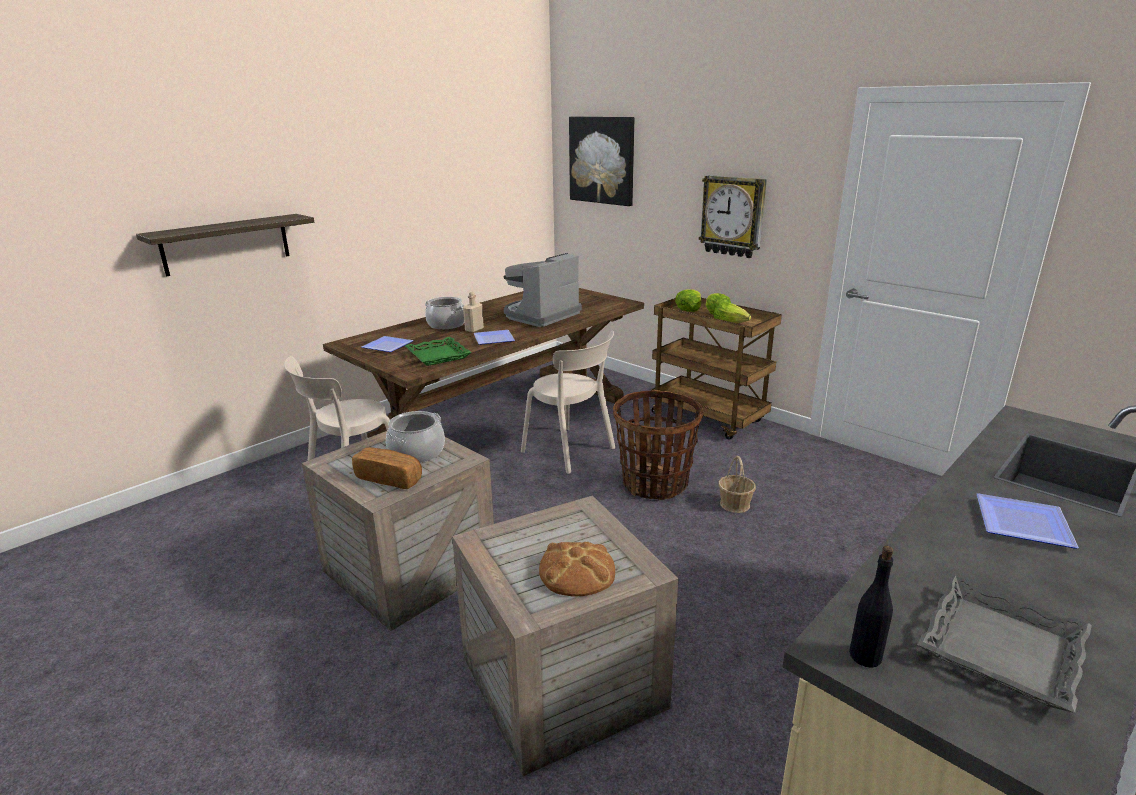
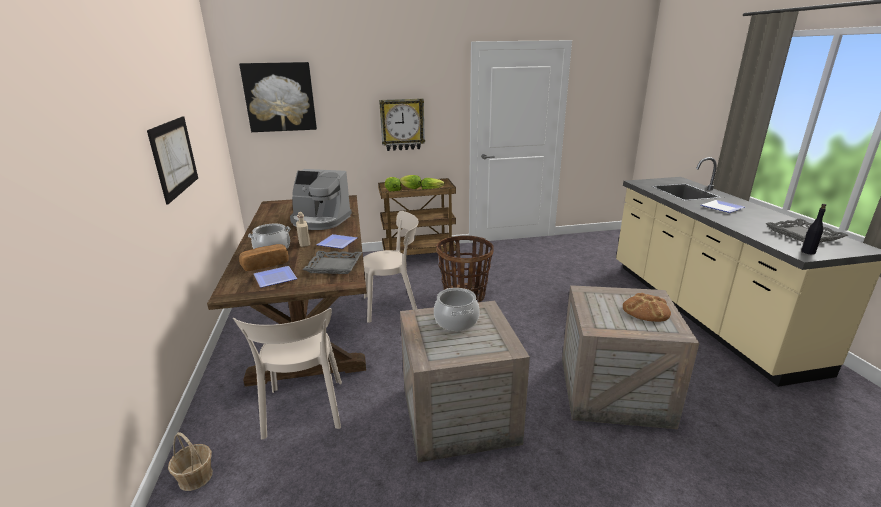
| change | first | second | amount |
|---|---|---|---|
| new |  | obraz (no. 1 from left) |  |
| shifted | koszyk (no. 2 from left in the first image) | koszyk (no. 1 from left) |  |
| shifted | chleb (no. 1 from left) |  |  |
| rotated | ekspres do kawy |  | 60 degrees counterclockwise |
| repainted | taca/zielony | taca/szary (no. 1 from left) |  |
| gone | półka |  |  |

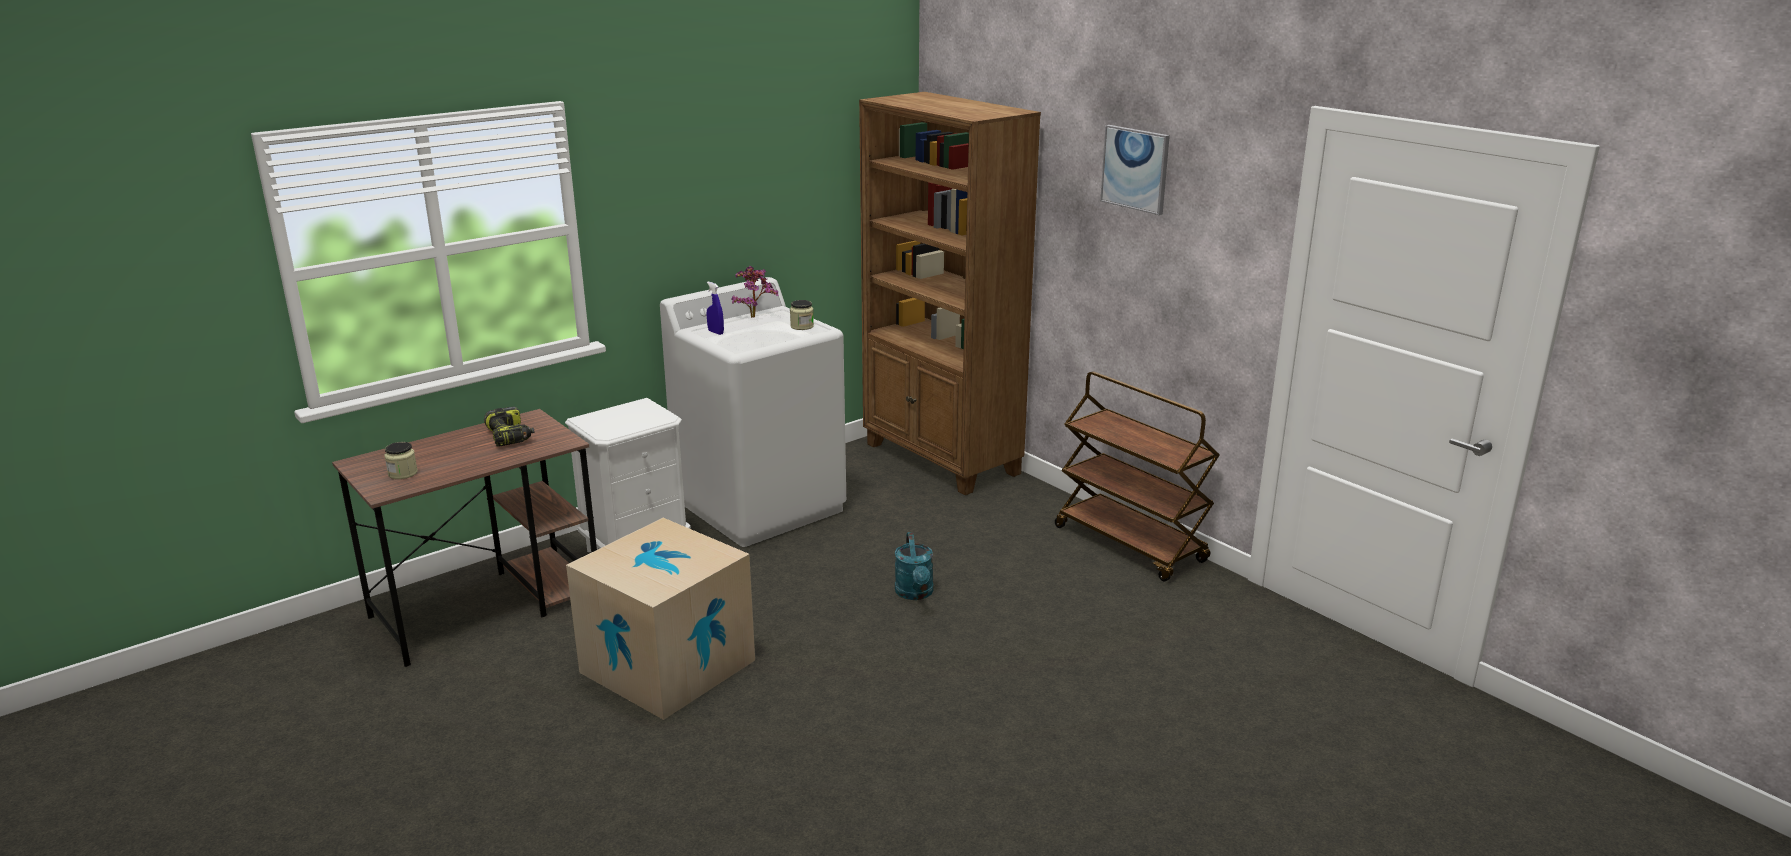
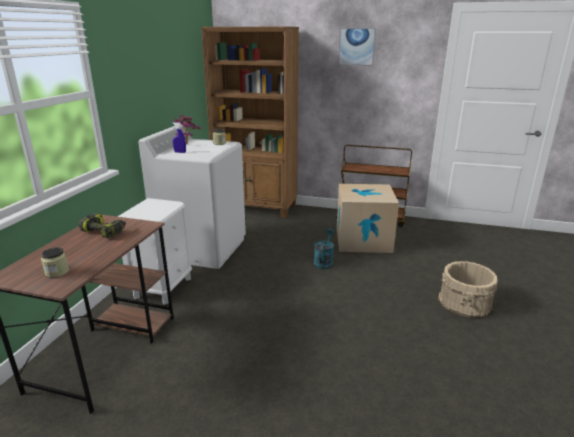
| change | first | second | amount |
|---|---|---|---|
| rotated | konewka/turkusowy |  | 120 degrees counterclockwise |
| shifted | karton |  |  |
| new |  | wiadro/beżowy |  |

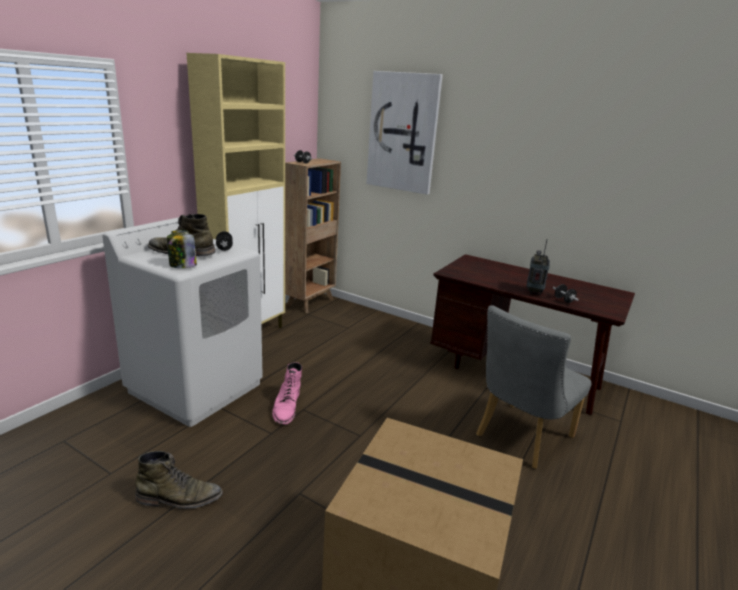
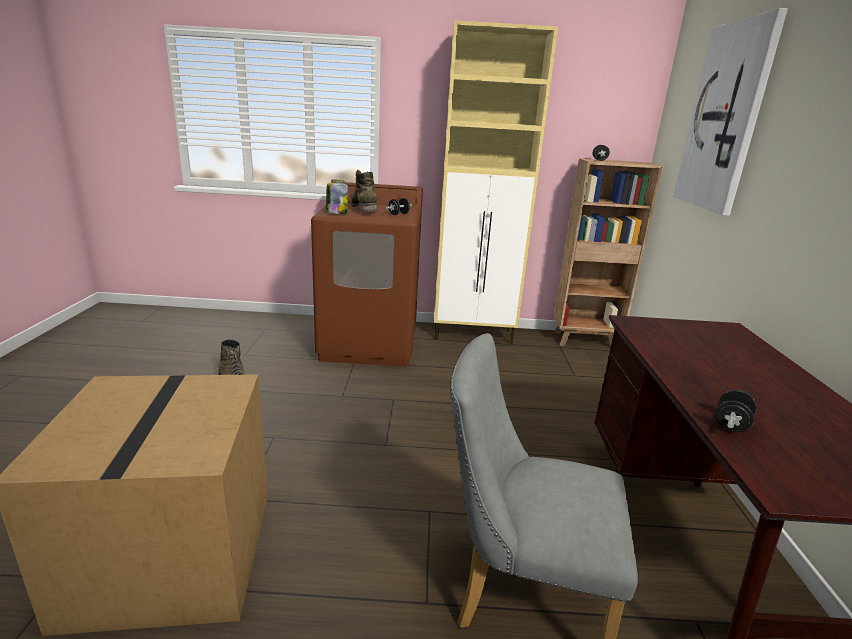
| change | first | second | amount |
|---|---|---|---|
| repainted | pralka/biały | pralka/brązowy |  |
| gone | but z cholewką/różowy |  |  |
| gone | radio |  |  |

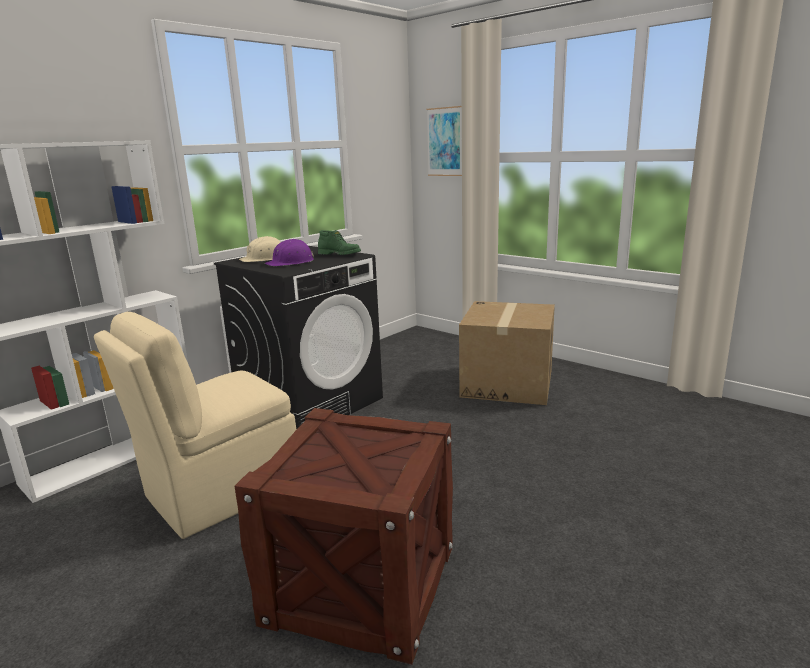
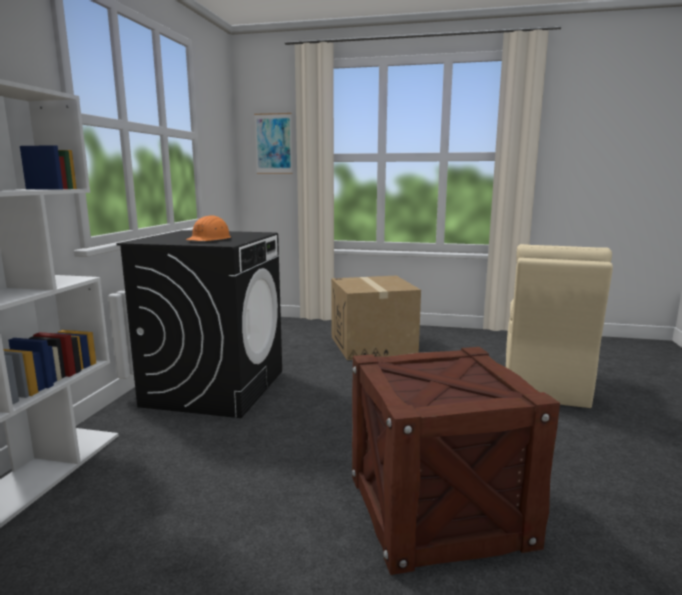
| change | first | second | amount |
|---|---|---|---|
| repainted | kask/fioletowy | kask/pomarańczowy |  |
| shifted | krzesło/beżowy |  |  |
| gone | kask/beżowy |  |  |
| gone | but z cholewką/zielony |  |  |

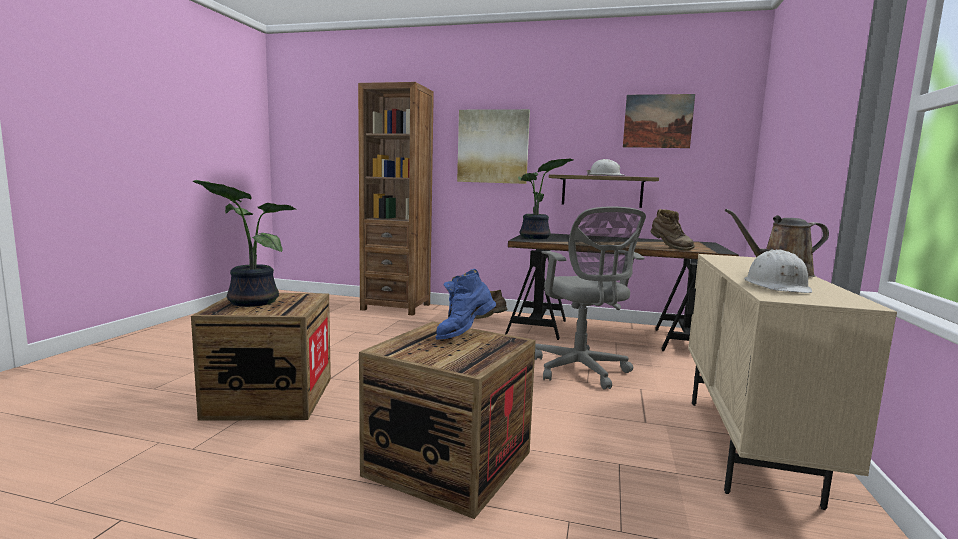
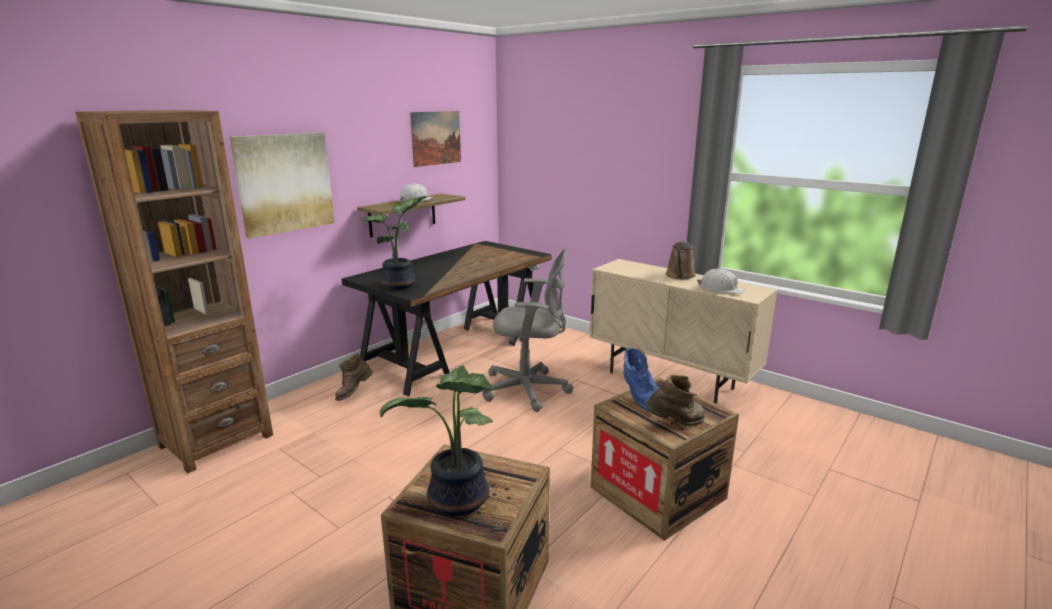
| change | first | second | amount |
|---|---|---|---|
| shifted | but z cholewką/brązowy (no. 2 from left) |  |  |

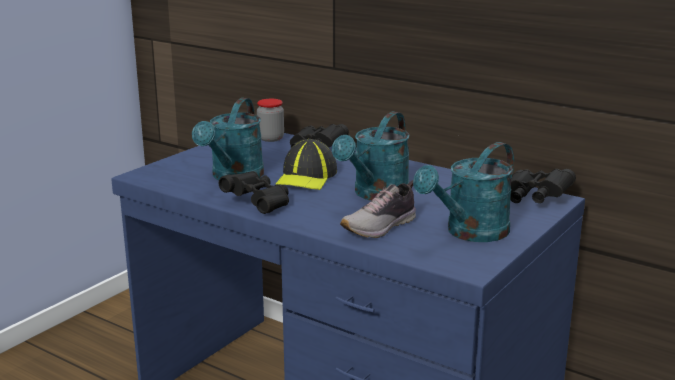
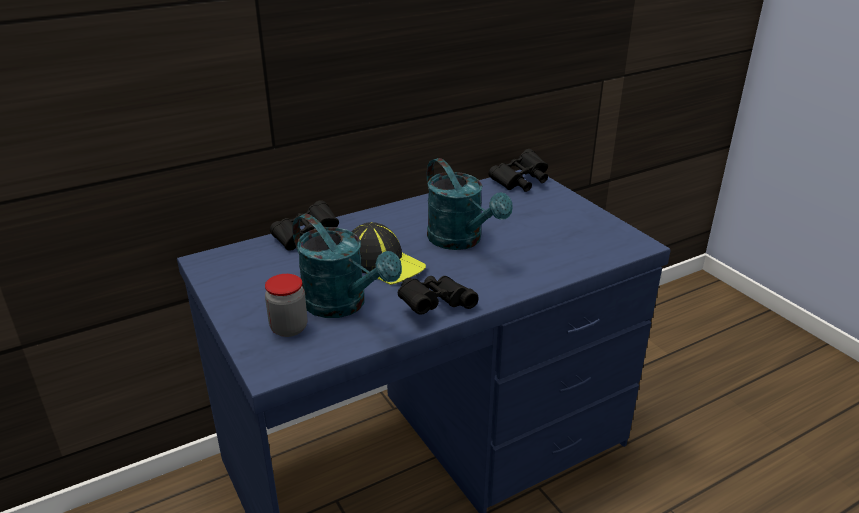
| change | first | second | amount |
|---|---|---|---|
| shifted | słoik |  |  |
| gone | but |  |  |
| gone | konewka/turkusowy (no. 3 from left) |  |  |

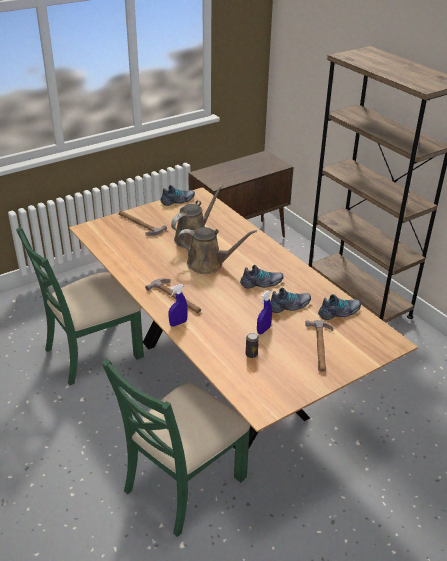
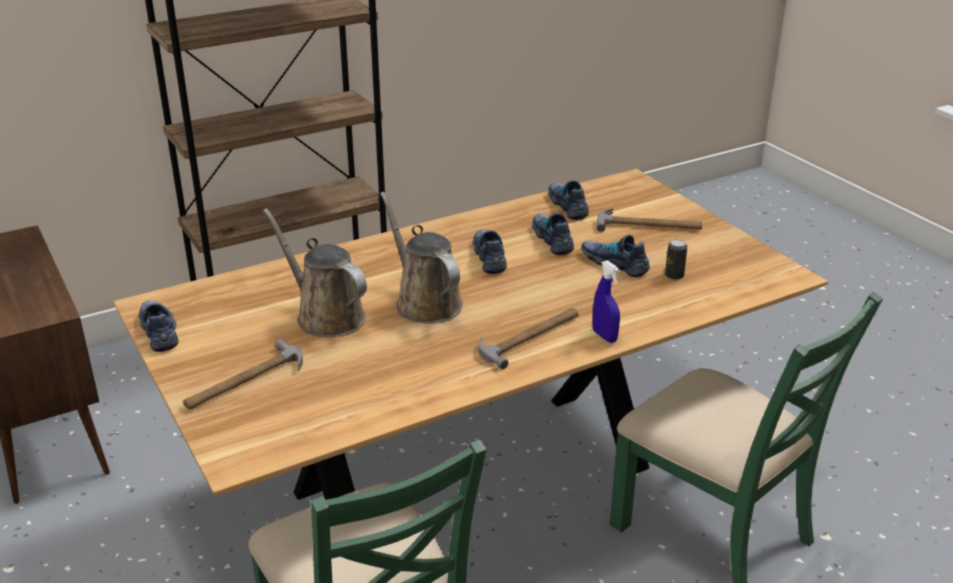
| change | first | second | amount |
|---|---|---|---|
| rotated | konewka/brązowy (no. 2 from left) |  | 45 degrees counterclockwise |
| swapped | spryskiwacz/niebieski (no. 2 from left) | but (no. 5 from left) |  |

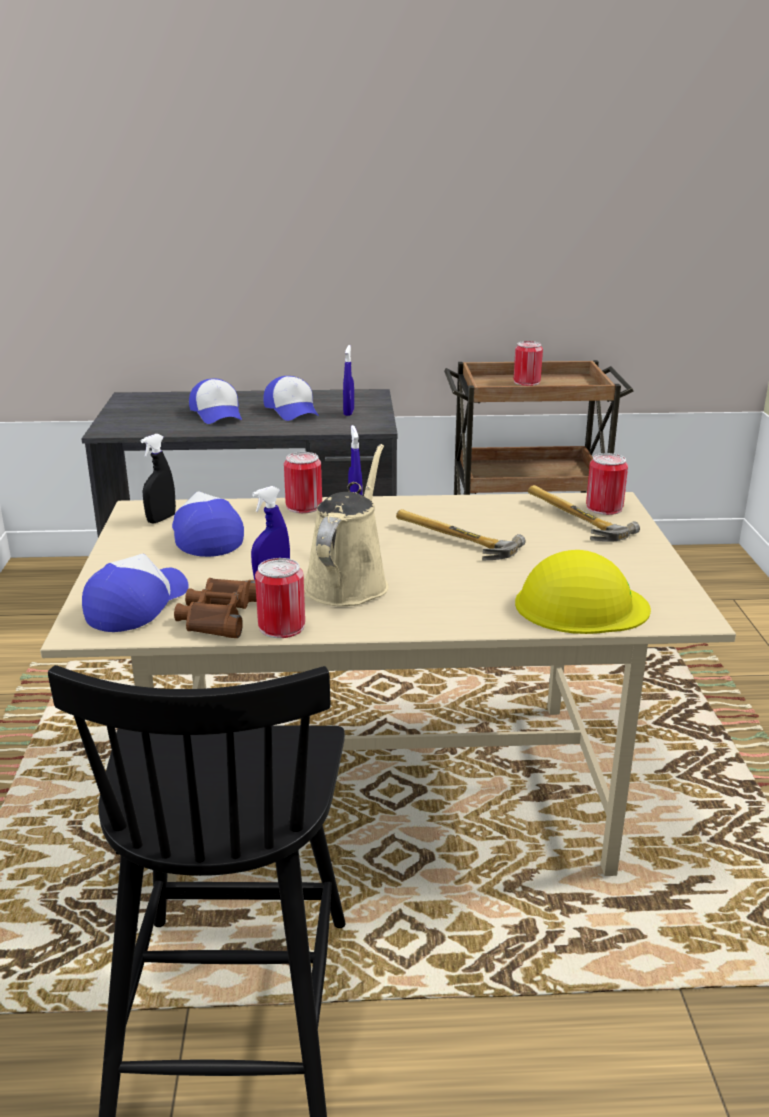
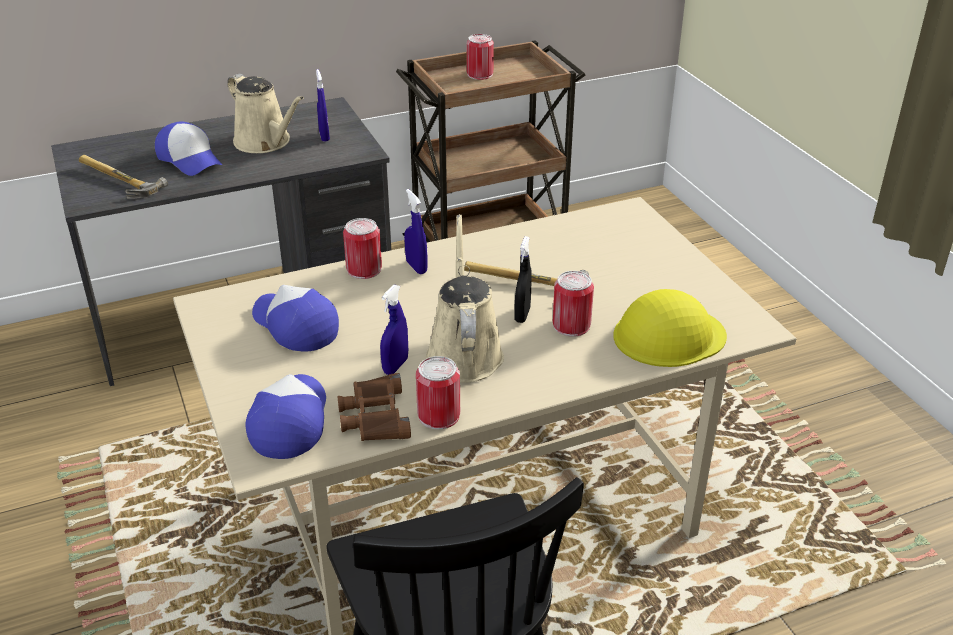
| change | first | second | amount |
|---|---|---|---|
| shifted | młotek (no. 2 from left in the first image) | młotek (no. 1 from left) |  |
| swapped | czapka z daszkiem (no. 4 from left) | konewka/beżowy (no. 1 from left) |  |
| shifted | spryskiwacz/czarny |  |  |
| shifted | puszka (no. 4 from left) |  |  |

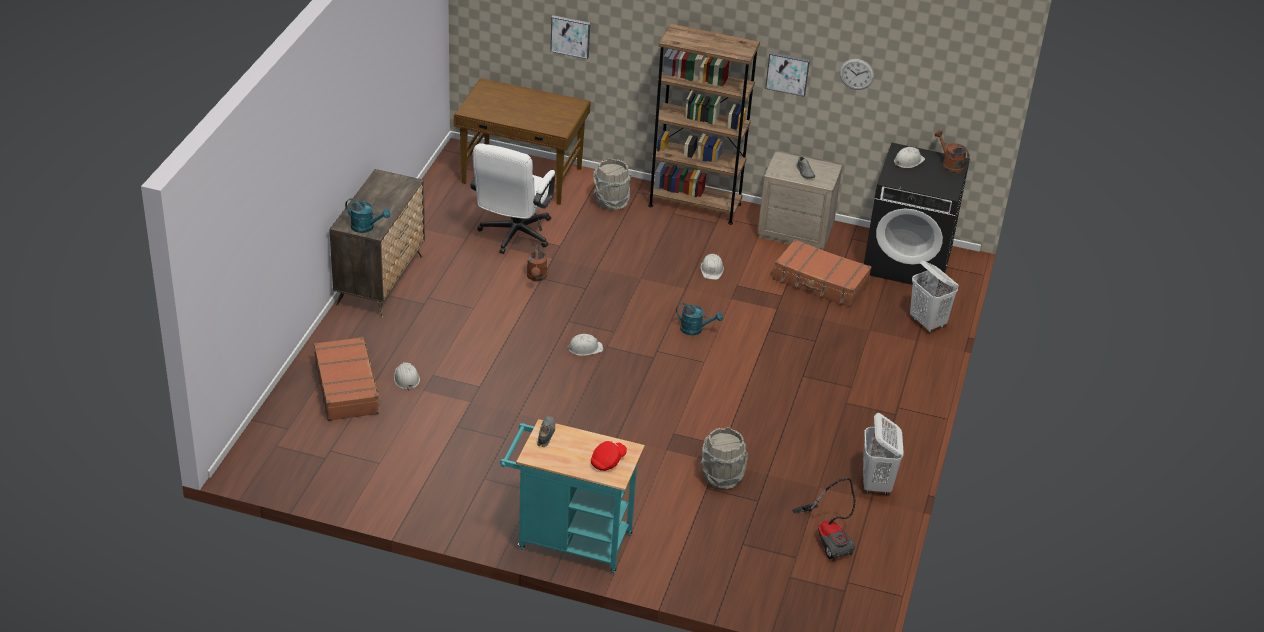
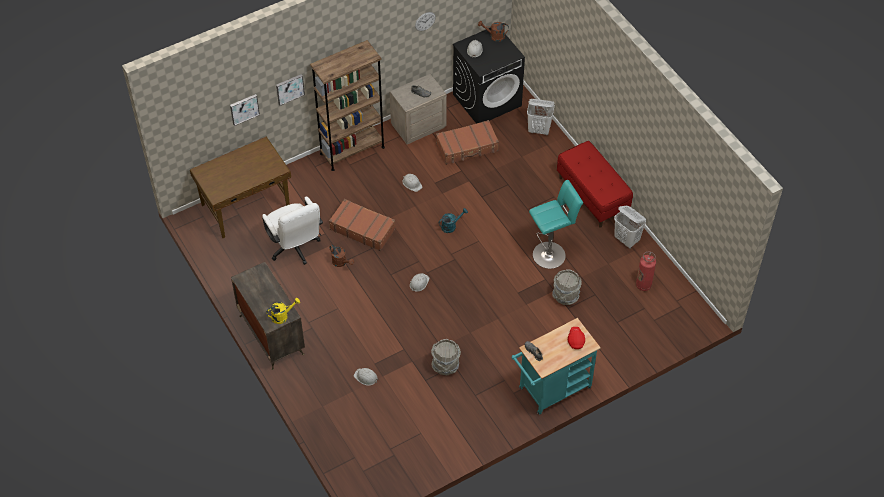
| change | first | second | amount |
|---|---|---|---|
| repainted | konewka/turkusowy (no. 1 from left) | konewka/żółty |  |
| shifted | obraz (no. 2 from left) |  |  |
| shifted | walizka/brązowy (no. 1 from left) |  |  |
| shifted | wiadro/szary (no. 1 from left) |  |  |
| new |  | stołek/turkusowy |  |
| new |  | ławka/czerwony |  |
| swapped | odkurzacz | gaśnica |  |

